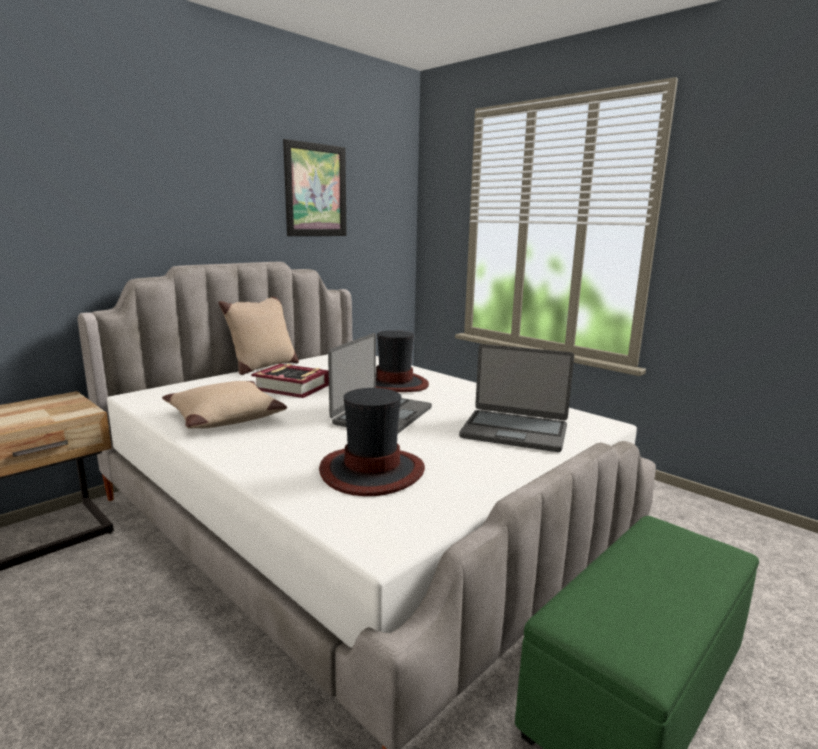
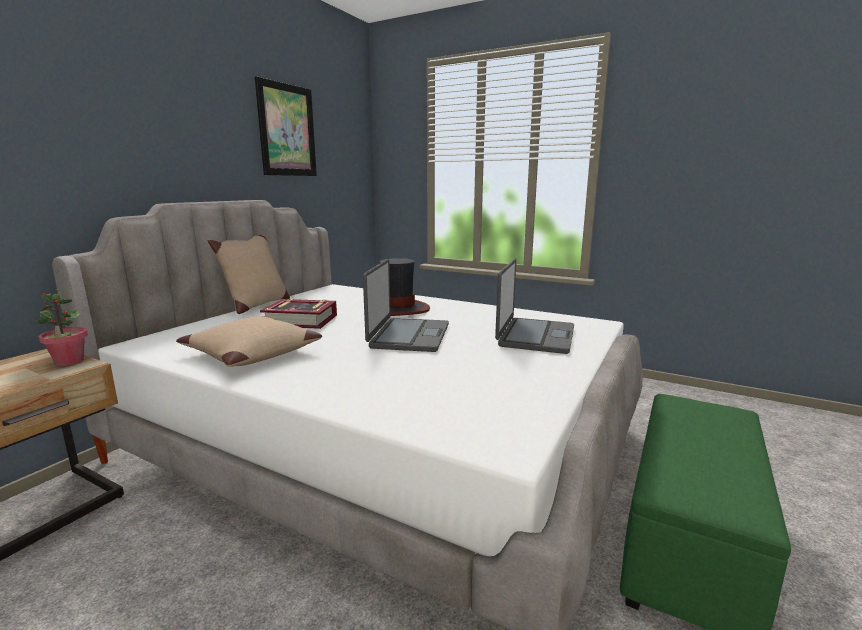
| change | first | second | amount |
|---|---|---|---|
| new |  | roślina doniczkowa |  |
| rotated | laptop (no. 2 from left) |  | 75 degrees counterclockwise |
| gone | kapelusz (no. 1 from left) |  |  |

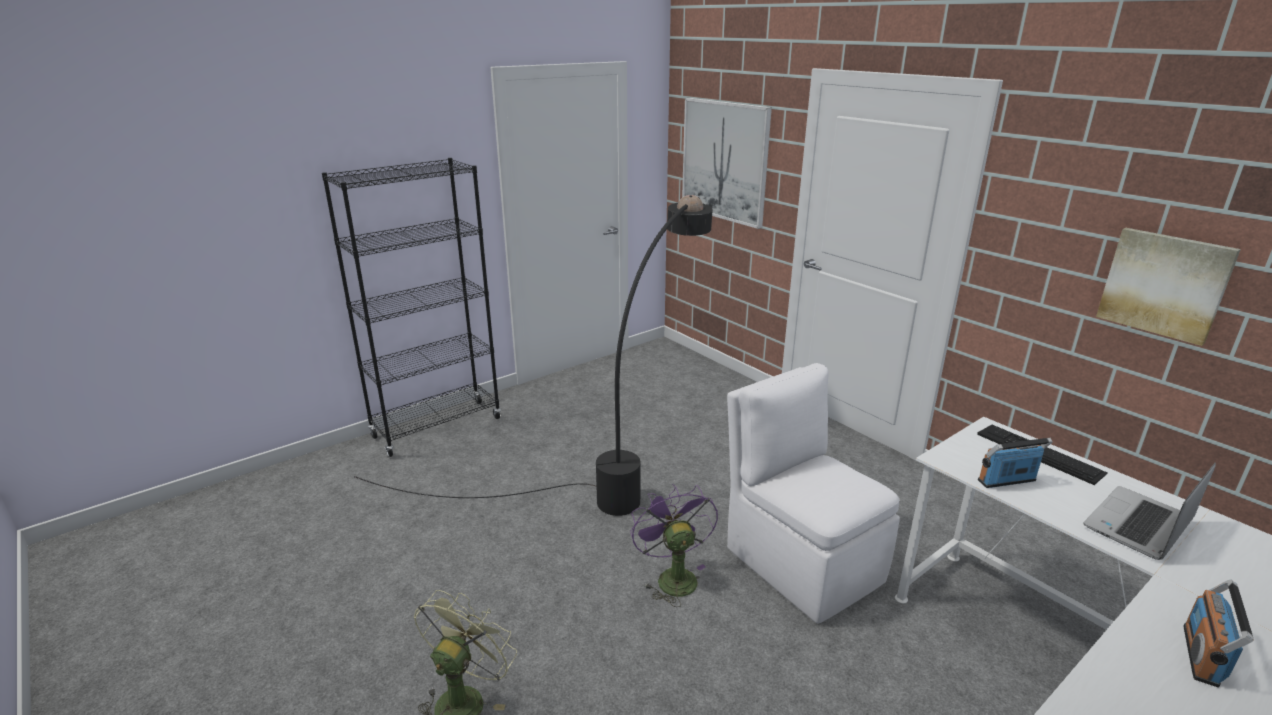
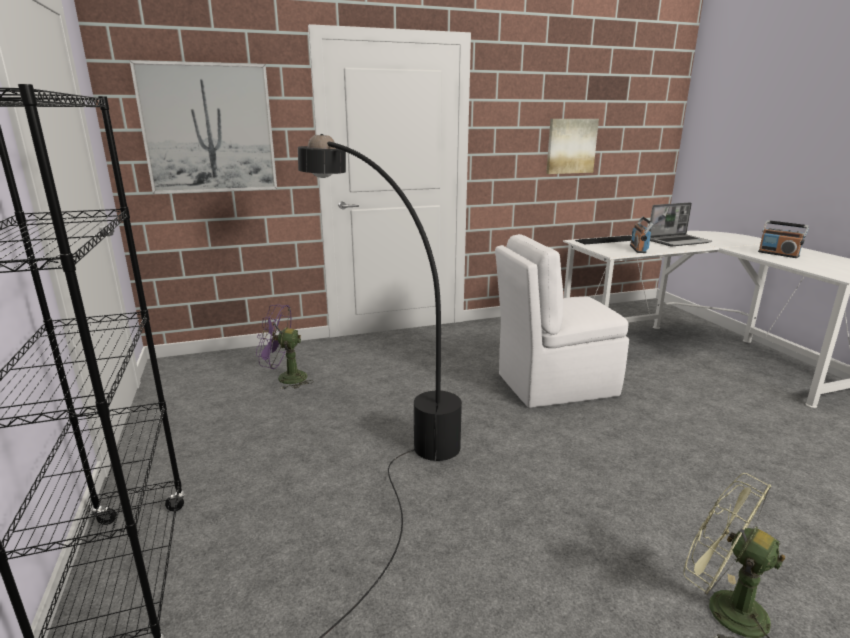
| change | first | second | amount |
|---|---|---|---|
| shifted | wentylator/fioletowy |  |  |
| rotated | laptop |  | 90 degrees counterclockwise |

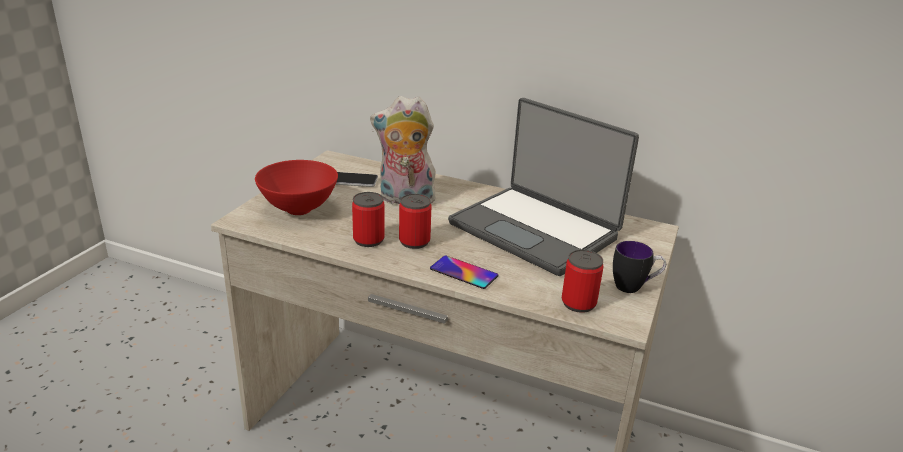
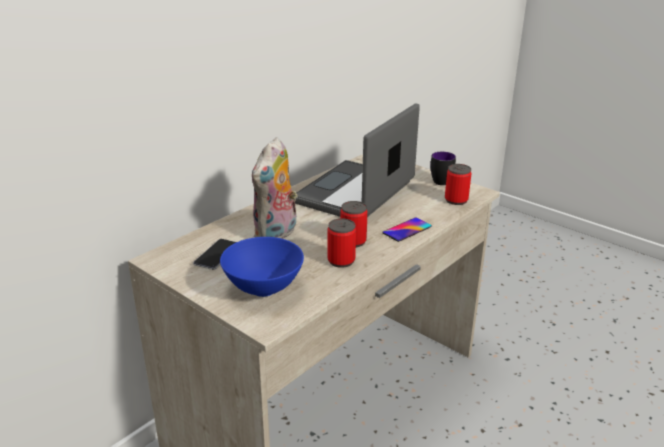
| change | first | second | amount |
|---|---|---|---|
| repainted | miska/czerwony | miska/niebieski |  |
| rotated | laptop |  | 150 degrees clockwise |

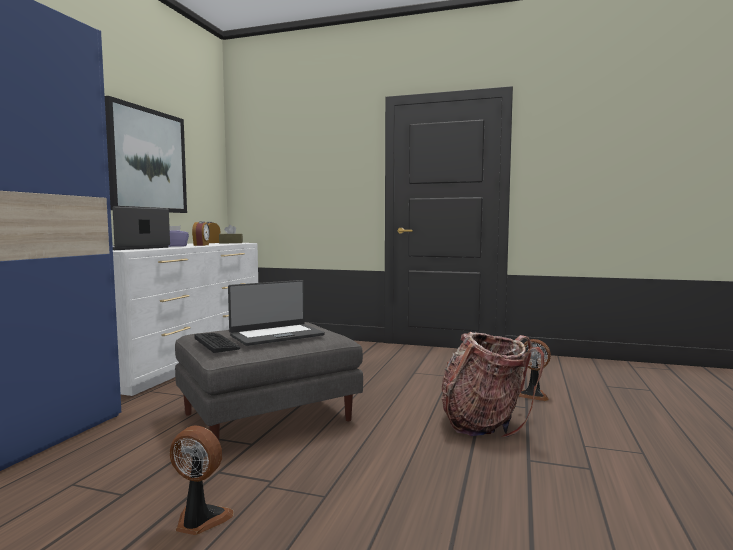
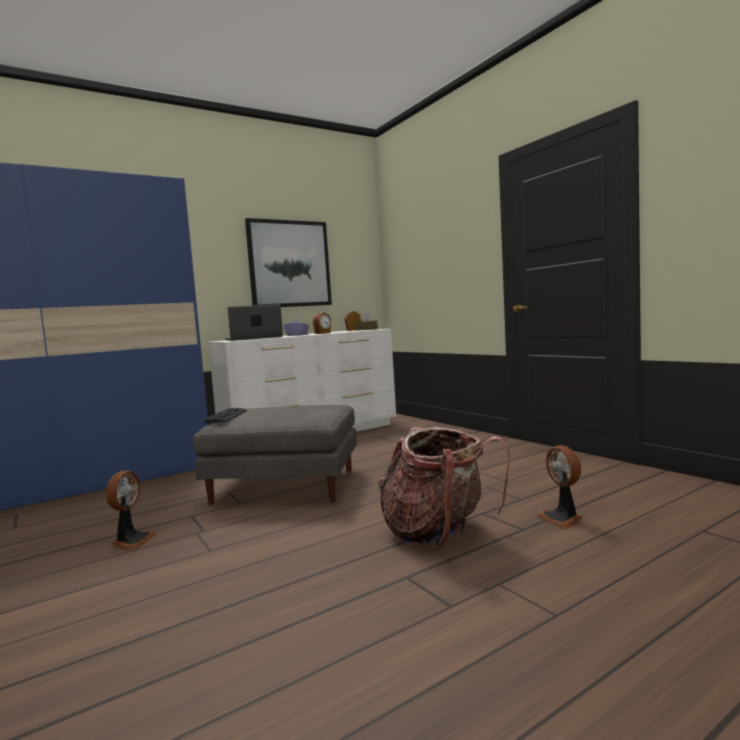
| change | first | second | amount |
|---|---|---|---|
| rotated | wentylator (no. 1 from left) |  | 45 degrees clockwise |
| gone | laptop (no. 2 from left) |  |  |

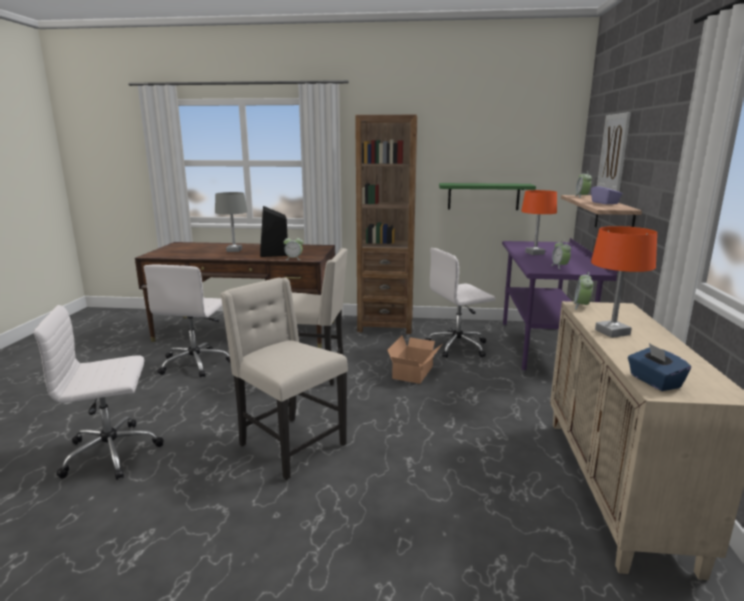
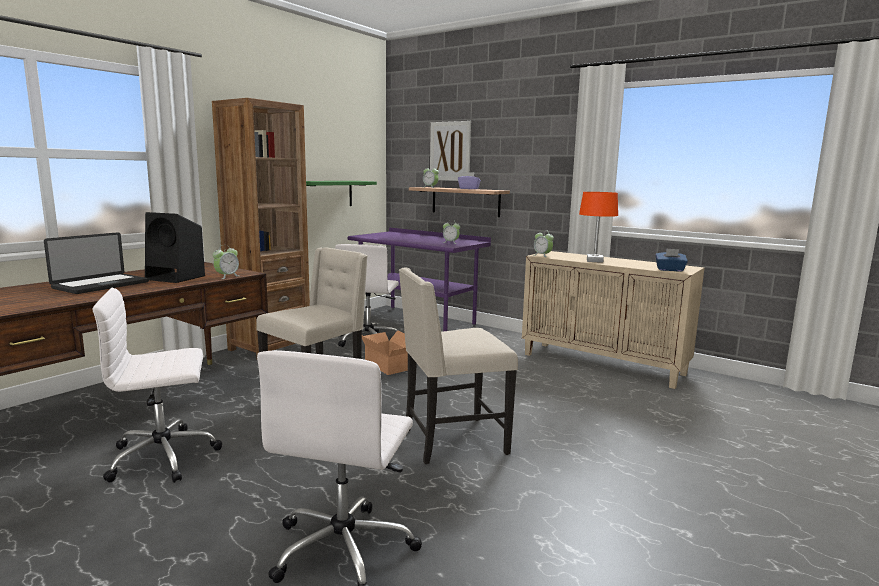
| change | first | second | amount |
|---|---|---|---|
| swapped | lampa stołowa/szary | laptop |  |
| rotated | krzesło biurowe/biały (no. 2 from left in the first image) | krzesło biurowe/biały (no. 1 from left) | 120 degrees clockwise |
| gone | lampa stołowa/pomarańczowy (no. 1 from left) |  |  |

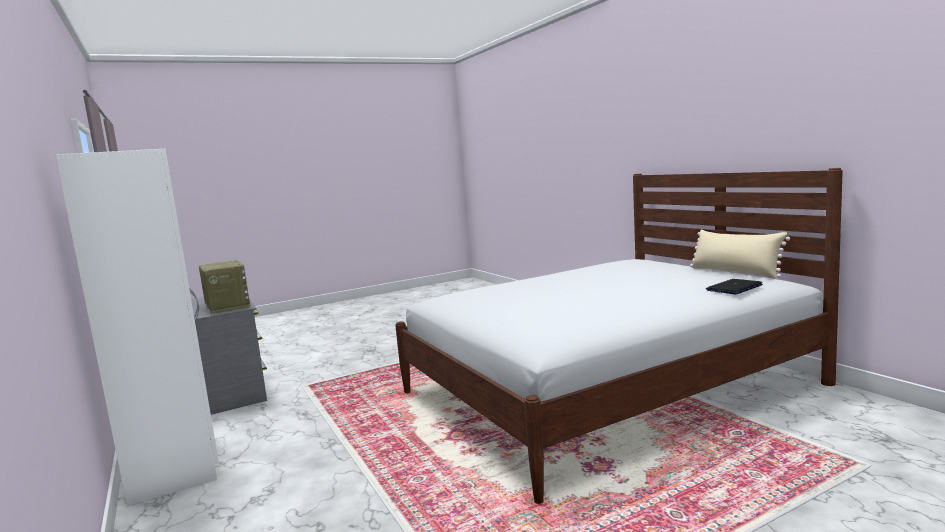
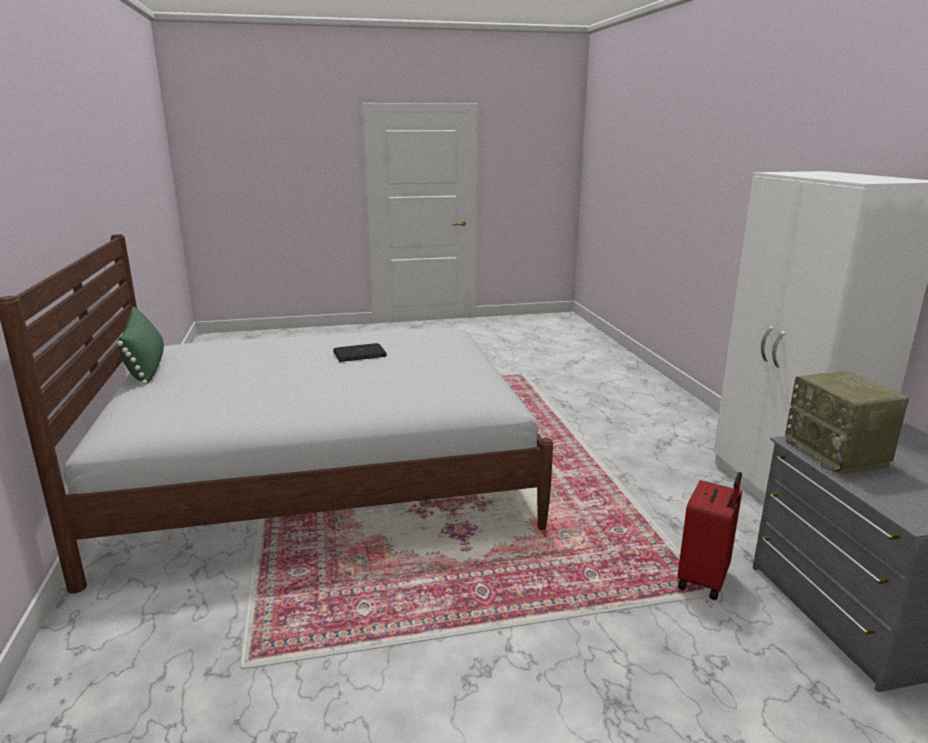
| change | first | second | amount |
|---|---|---|---|
| repainted | poduszka/beżowy | poduszka/zielony |  |
| shifted | laptop |  |  |
| new |  | walizka/czerwony |  |

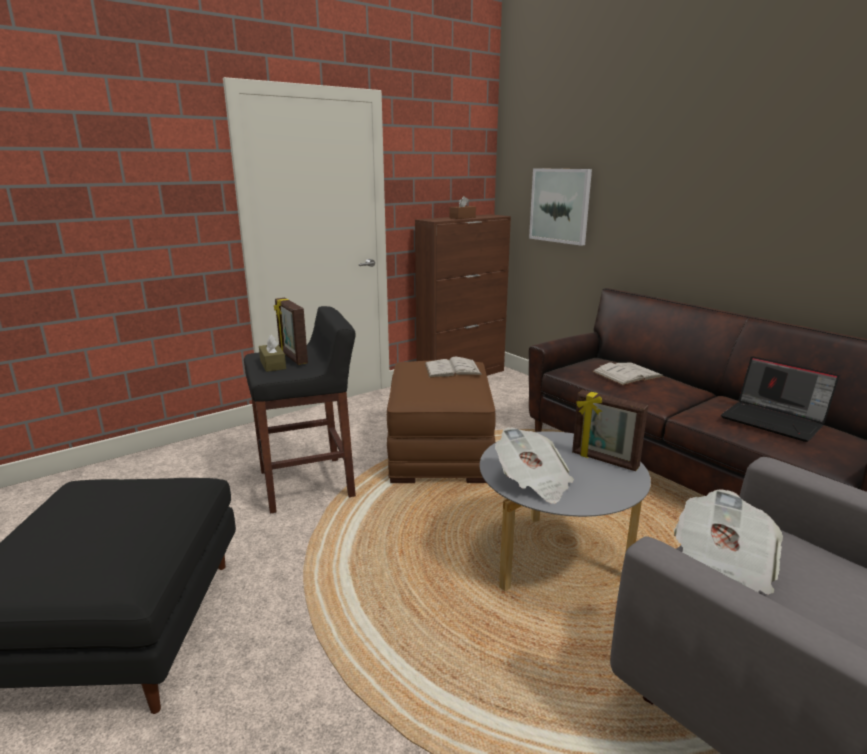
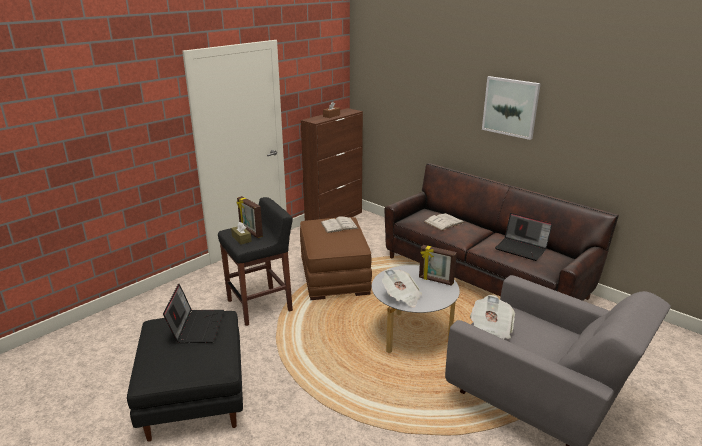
| change | first | second | amount |
|---|---|---|---|
| new |  | laptop (no. 1 from left) |  |
| shifted | obraz |  |  |

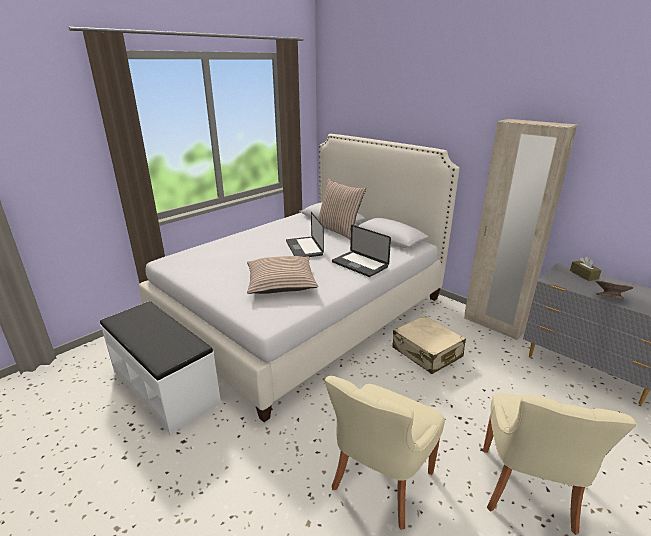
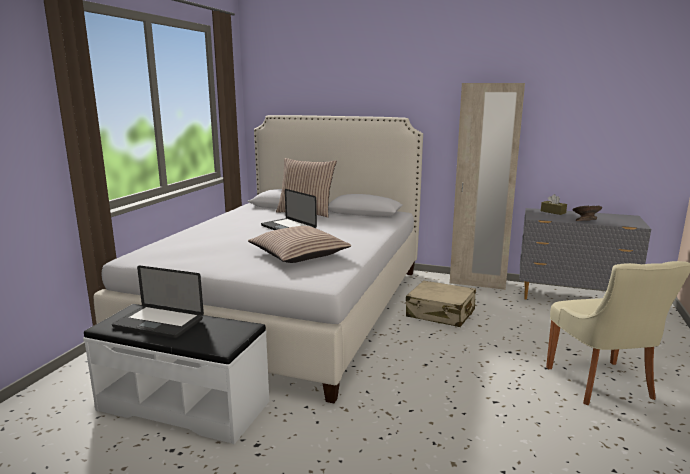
| change | first | second | amount |
|---|---|---|---|
| shifted | laptop (no. 2 from left in the first image) | laptop (no. 1 from left) |  |
| gone | krzesło/beżowy (no. 1 from left) |  |  |

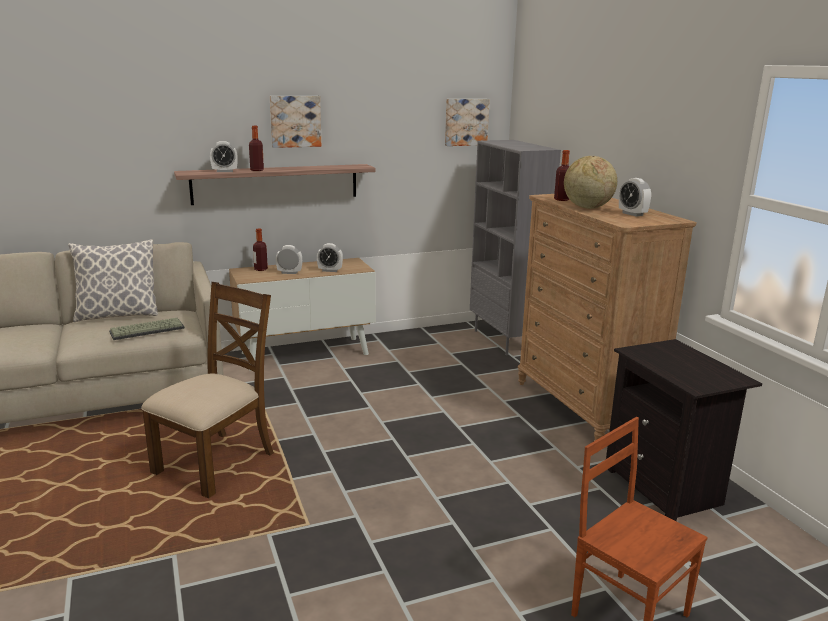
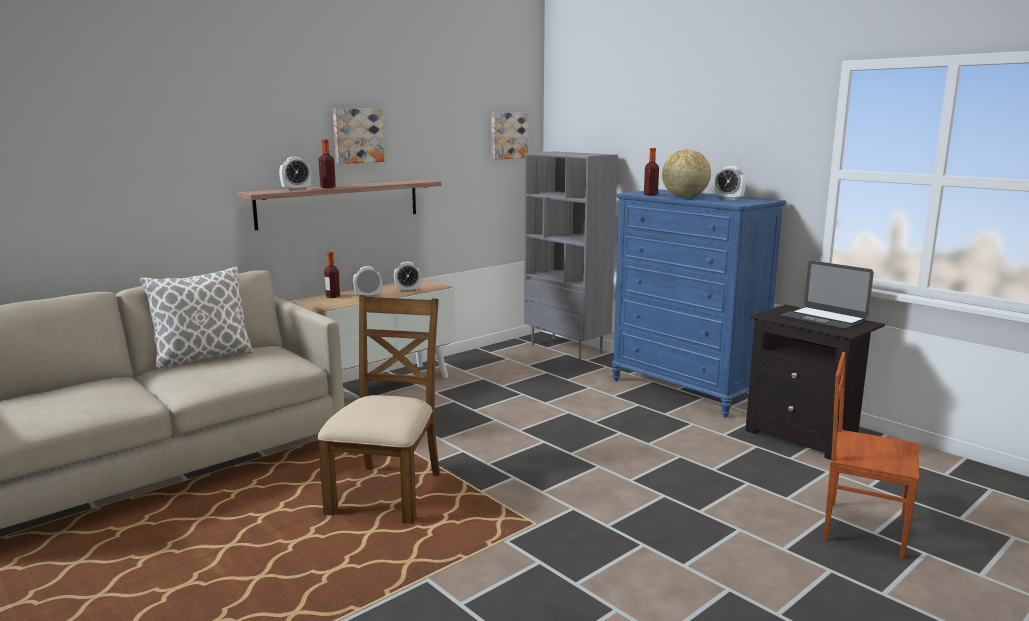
| change | first | second | amount |
|---|---|---|---|
| repainted | komoda/brązowy | komoda/niebieski |  |
| new |  | laptop |  |
| gone | klawiatura |  |  |

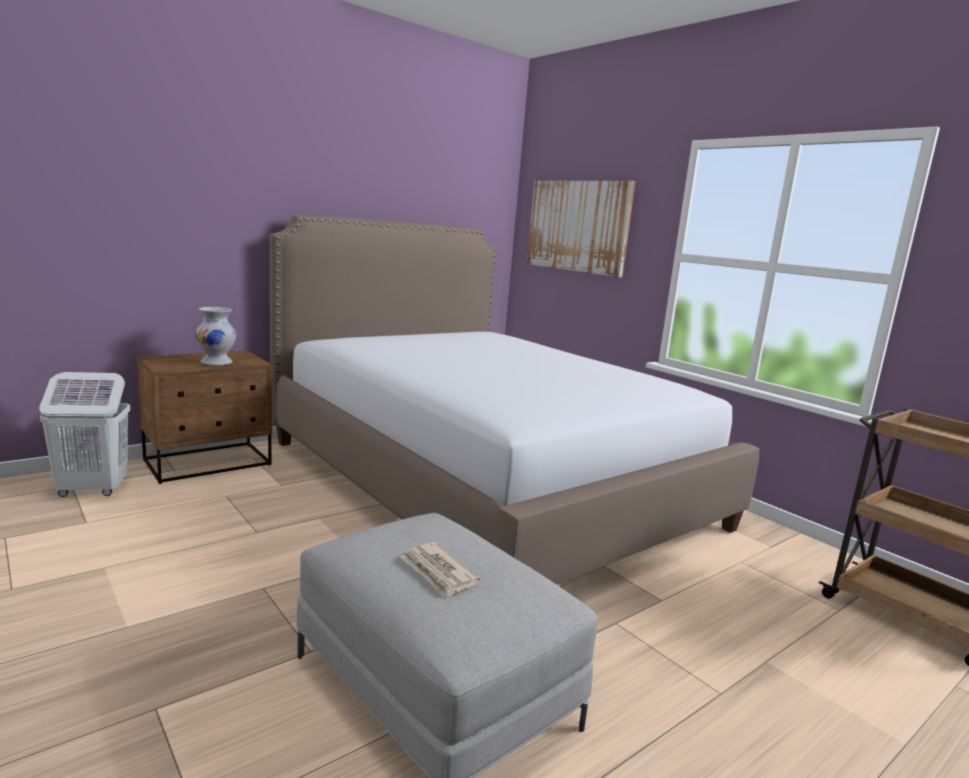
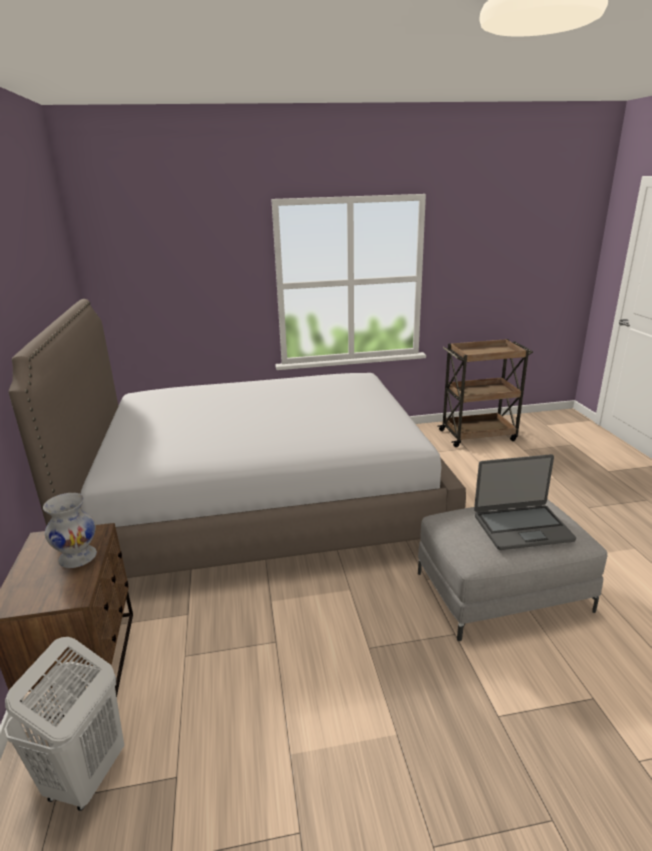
| change | first | second | amount |
|---|---|---|---|
| swapped | gazeta | laptop |  |
| gone | obraz |  |  |

